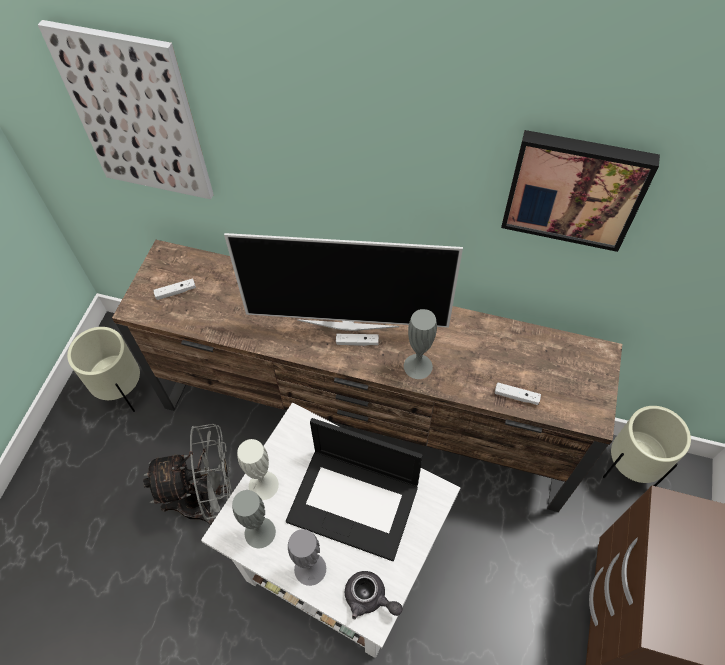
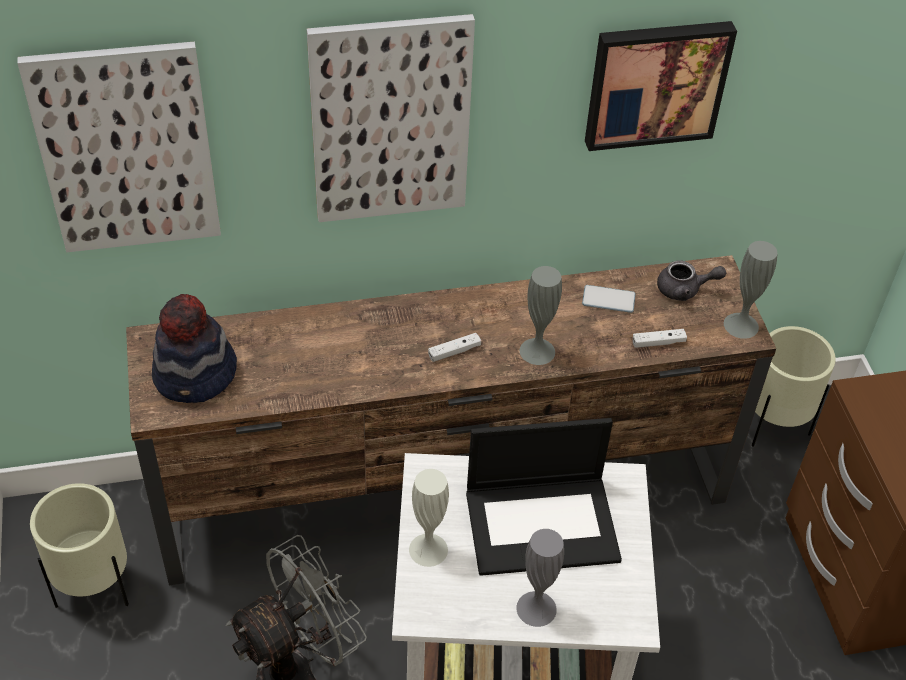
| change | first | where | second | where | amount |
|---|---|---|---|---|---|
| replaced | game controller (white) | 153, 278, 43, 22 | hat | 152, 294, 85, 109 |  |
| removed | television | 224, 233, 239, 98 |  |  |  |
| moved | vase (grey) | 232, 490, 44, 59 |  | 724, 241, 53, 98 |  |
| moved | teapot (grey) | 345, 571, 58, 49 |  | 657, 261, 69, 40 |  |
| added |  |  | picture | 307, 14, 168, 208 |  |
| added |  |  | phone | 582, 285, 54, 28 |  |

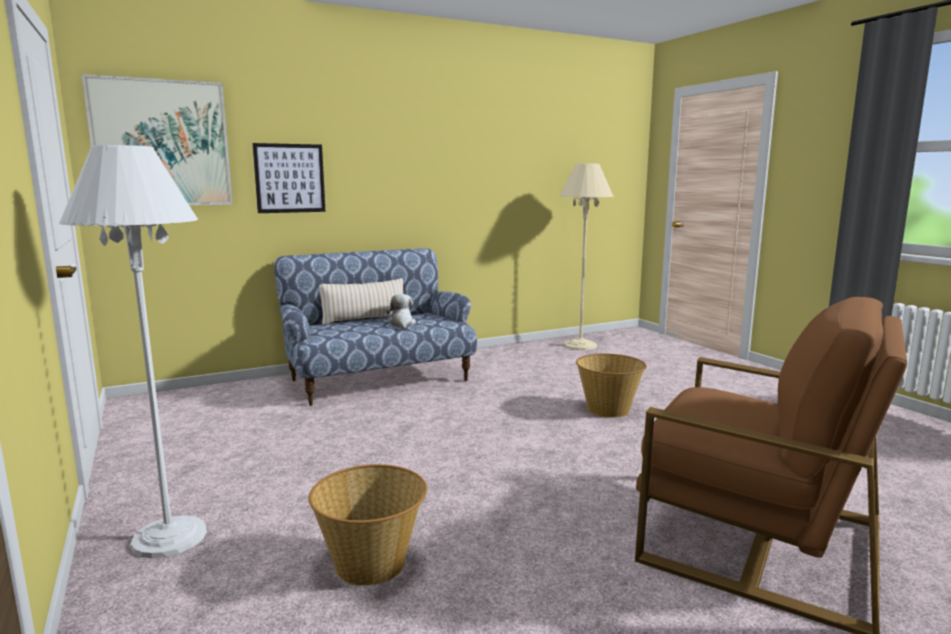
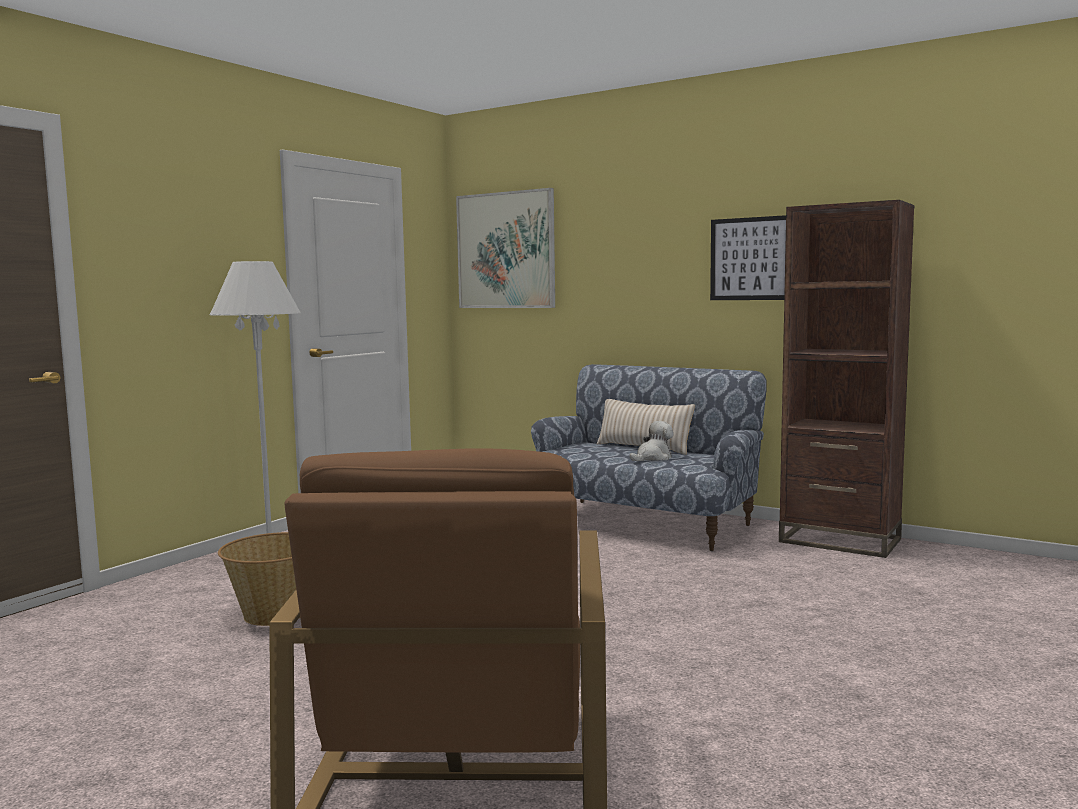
| change | first | where | second | where | amount |
|---|---|---|---|---|---|
| moved | picture | 253, 143, 72, 70 |  | 710, 215, 76, 85 |  |
| removed | floor lamp (beige) | 560, 164, 54, 186 |  |  |  |
| removed | basket | 576, 354, 71, 64 |  |  |  |
| added |  |  | bookcase (brown) | 779, 200, 136, 358 |  |

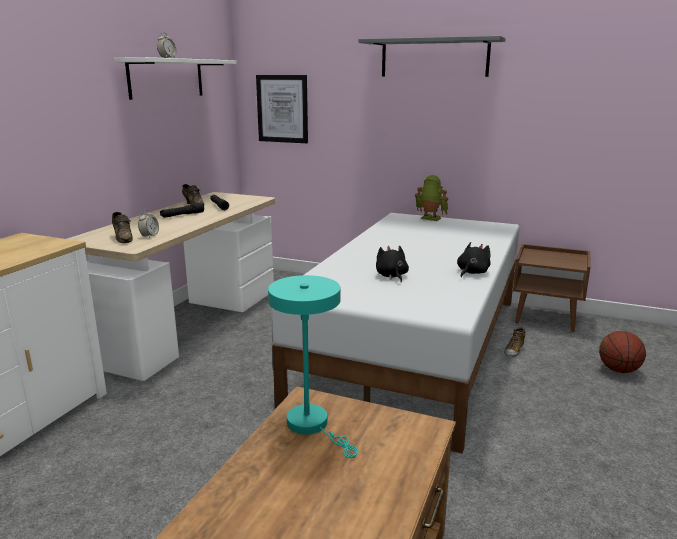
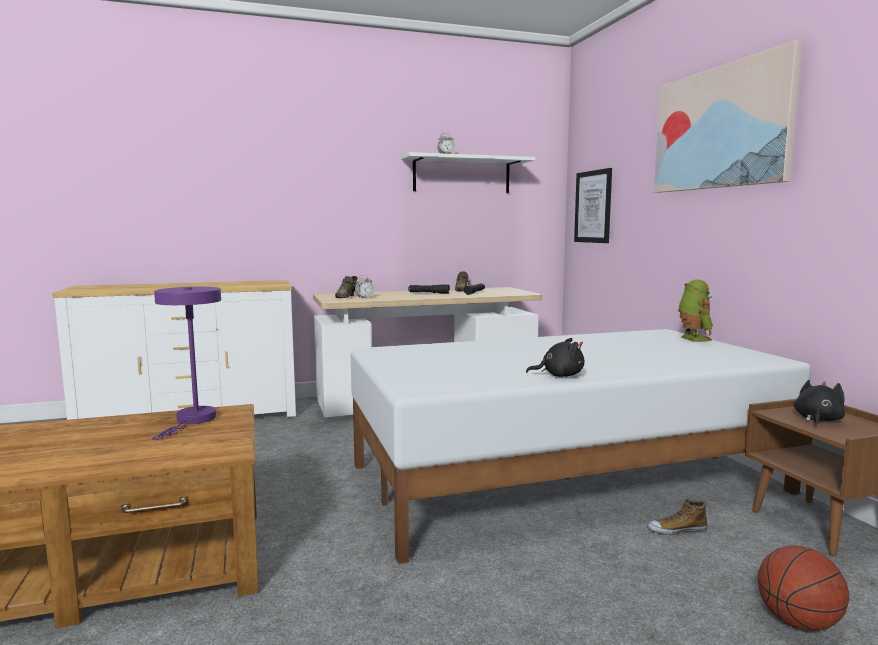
| change | first | where | second | where | amount |
|---|---|---|---|---|---|
| recoloured | table lamp (turquoise) | 268, 275, 90, 183 | table lamp (purple) | 152, 287, 69, 153 |  |
| replaced | shelf (grey) | 359, 36, 147, 41 | picture | 654, 40, 149, 153 |  |
| moved | plush toy (black) | 376, 246, 33, 36 |  | 794, 380, 51, 46 |  |

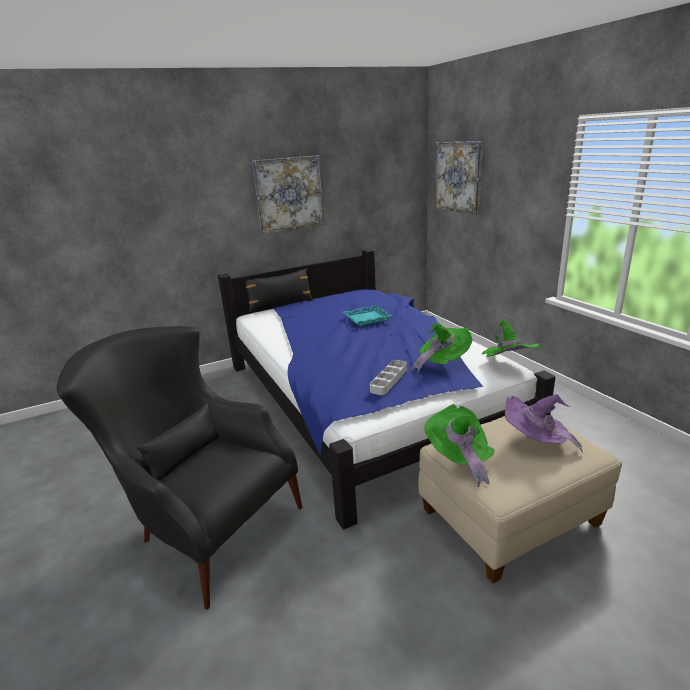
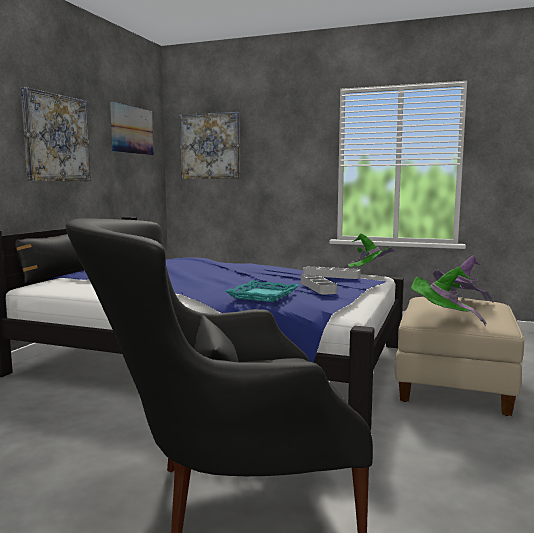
| change | first | where | second | where | amount |
|---|---|---|---|---|---|
| moved | tray (turquoise) | 343, 305, 49, 21 |  | 226, 280, 73, 22 |  |
| replaced | hat (green) | 412, 323, 60, 50 | tray (grey) | 303, 266, 58, 13 |  |
| added |  |  | picture | 110, 102, 43, 53 |  |

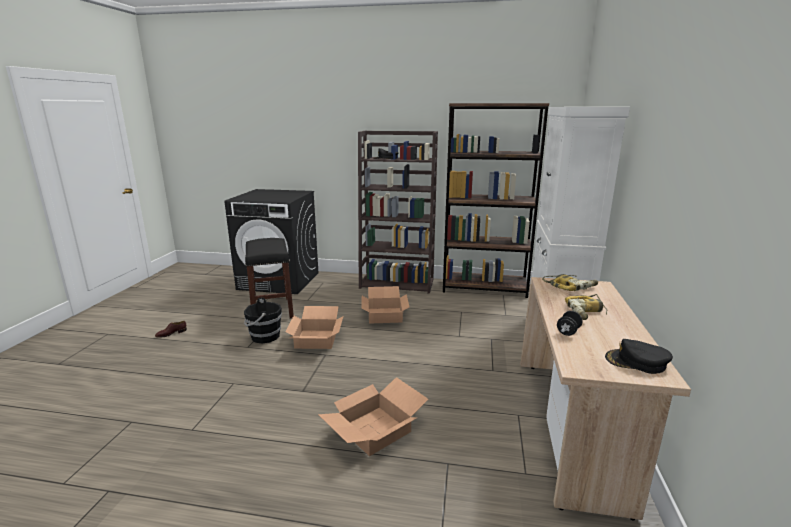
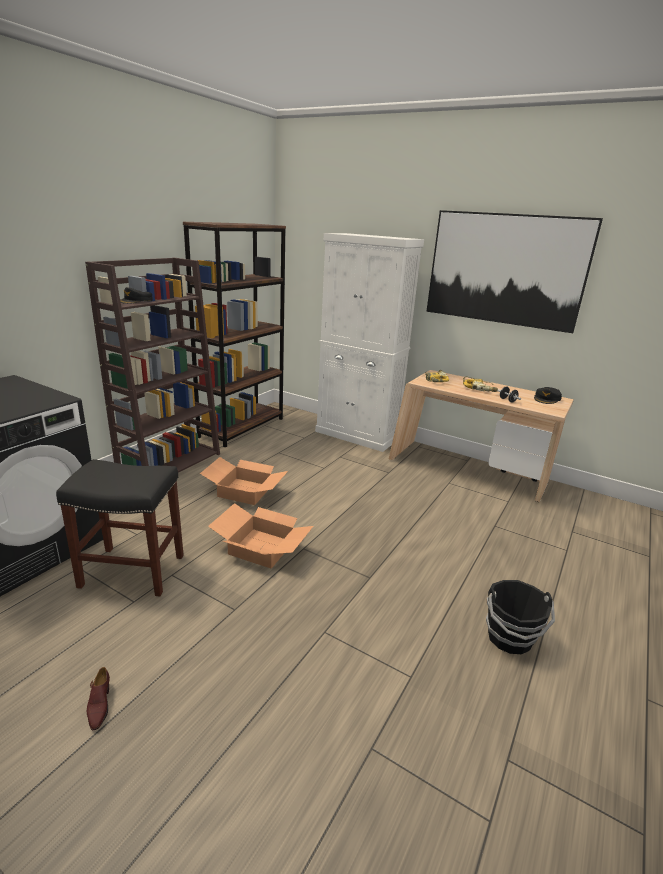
| change | first | where | second | where | amount |
|---|---|---|---|---|---|
| moved | bucket (black) | 244, 298, 38, 45 |  | 486, 580, 69, 74 |  |
| removed | cardboard box | 318, 377, 110, 79 |  |  |  |
| added |  |  | picture | 426, 210, 177, 123 |  |

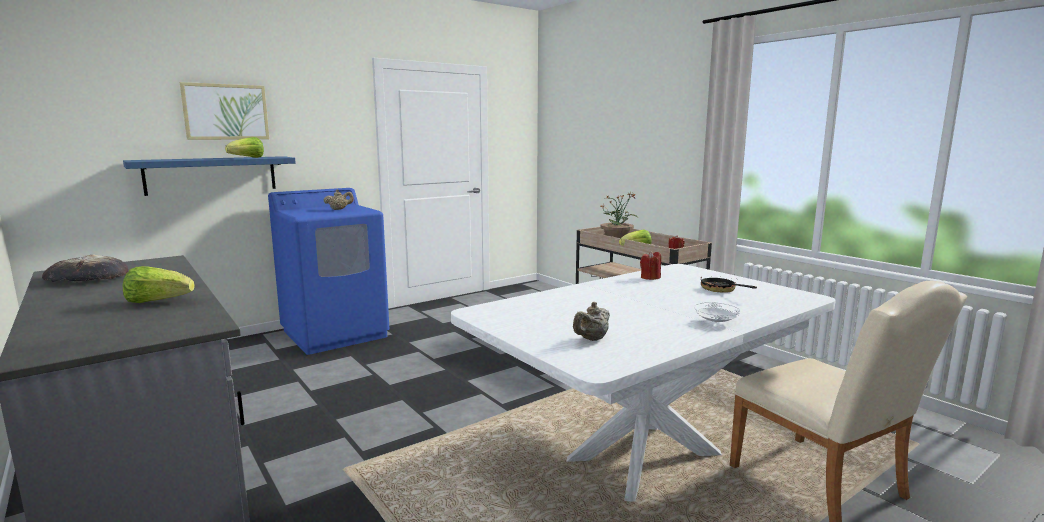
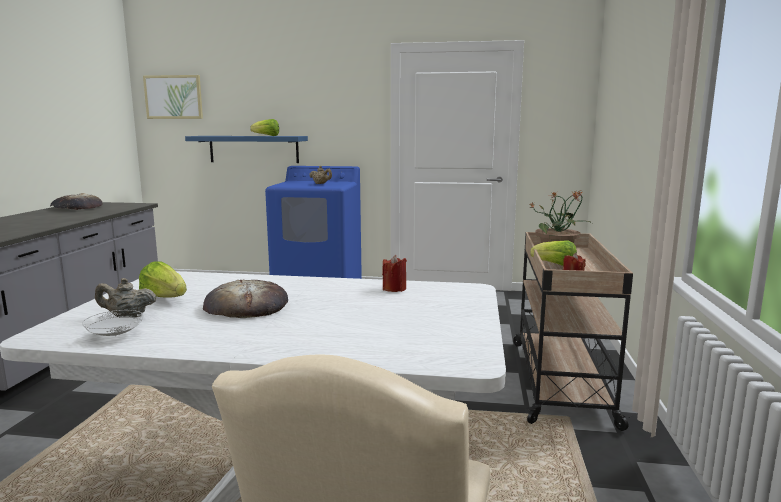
| change | first | where | second | where | amount |
|---|---|---|---|---|---|
| moved | lettuce | 122, 266, 73, 37 |  | 139, 261, 48, 37 |  |
| moved | picture | 180, 82, 89, 58 |  | 143, 75, 60, 44 |  |
| moved | plate (white) | 694, 302, 46, 21 |  | 82, 310, 61, 26 |  |
| removed | frying pan | 700, 277, 57, 15 |  |  |  |
| added |  |  | bread | 203, 280, 85, 38 |  |

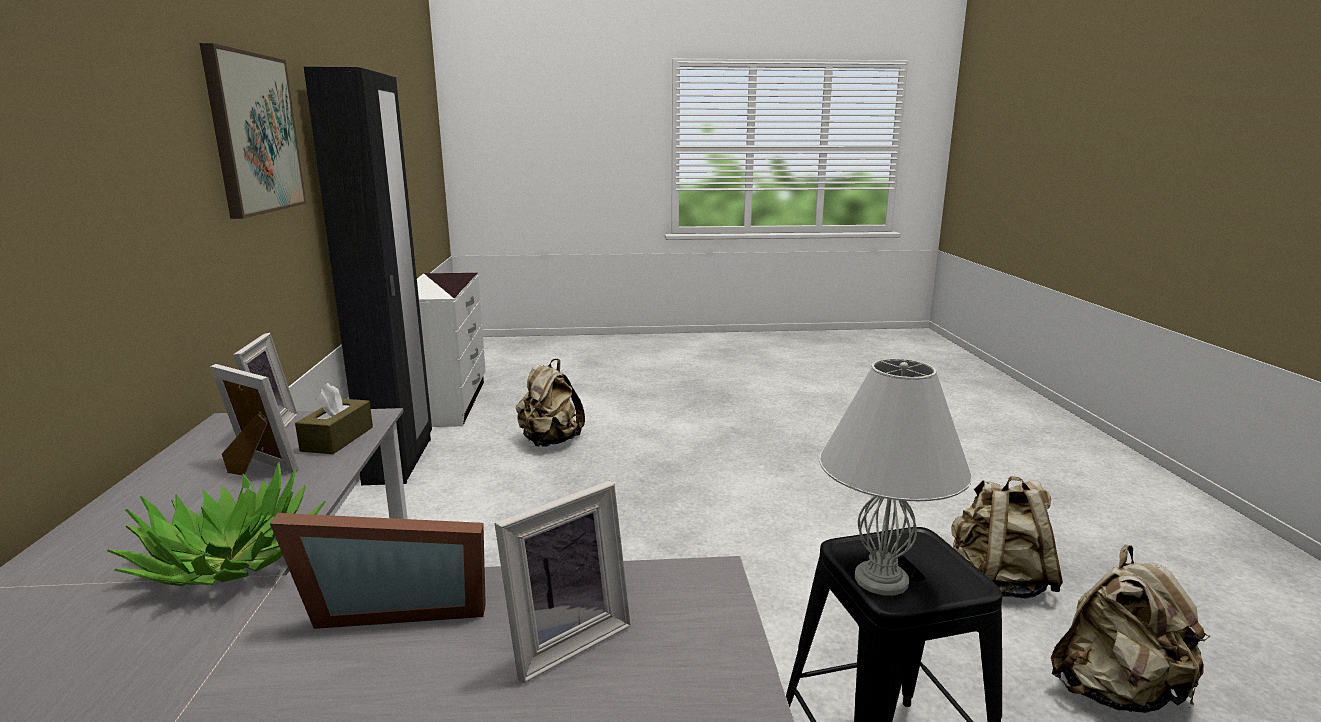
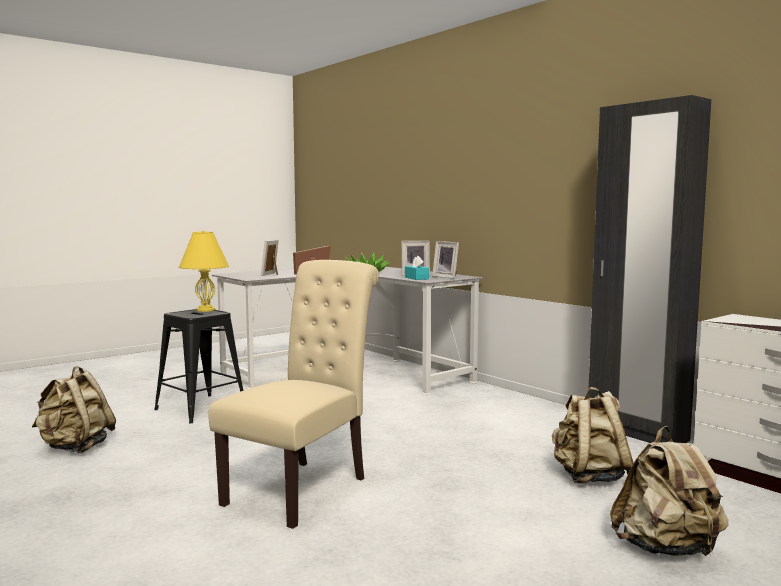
| change | first | where | second | where | amount |
|---|---|---|---|---|---|
| removed | picture | 199, 43, 107, 176 |  |  |  |
| recoloured | tissue box (brown) | 295, 383, 78, 71 | tissue box (turquoise) | 405, 256, 24, 24 |  |
| recoloured | table lamp (white) | 819, 358, 153, 238 | table lamp (yellow) | 179, 230, 50, 82 |  |
| moved | backpack (beige) | 952, 476, 111, 122 |  | 610, 426, 118, 130 |  |
| added |  |  | chair (beige) | 208, 260, 171, 269 |  |

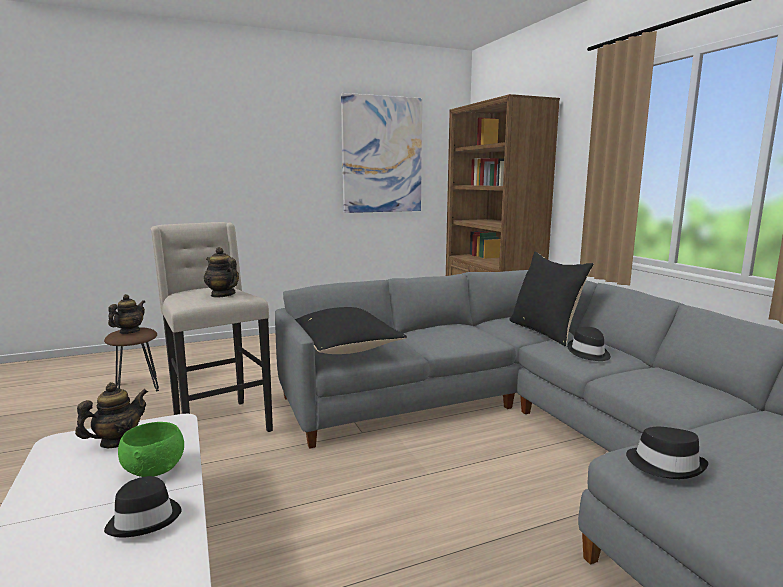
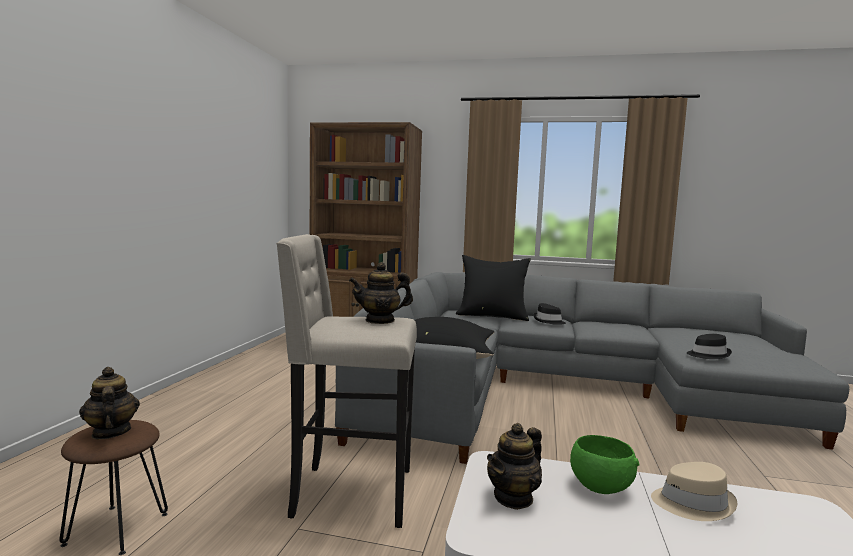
| change | first | where | second | where | amount |
|---|---|---|---|---|---|
| turned | teapot | 75, 382, 73, 66 |  | 487, 423, 55, 87 | 120 degrees counterclockwise |
| recoloured | hat (black) | 104, 476, 78, 61 | hat (beige) | 651, 462, 86, 59 |  |
| removed | picture | 341, 93, 81, 120 |  |  |  |

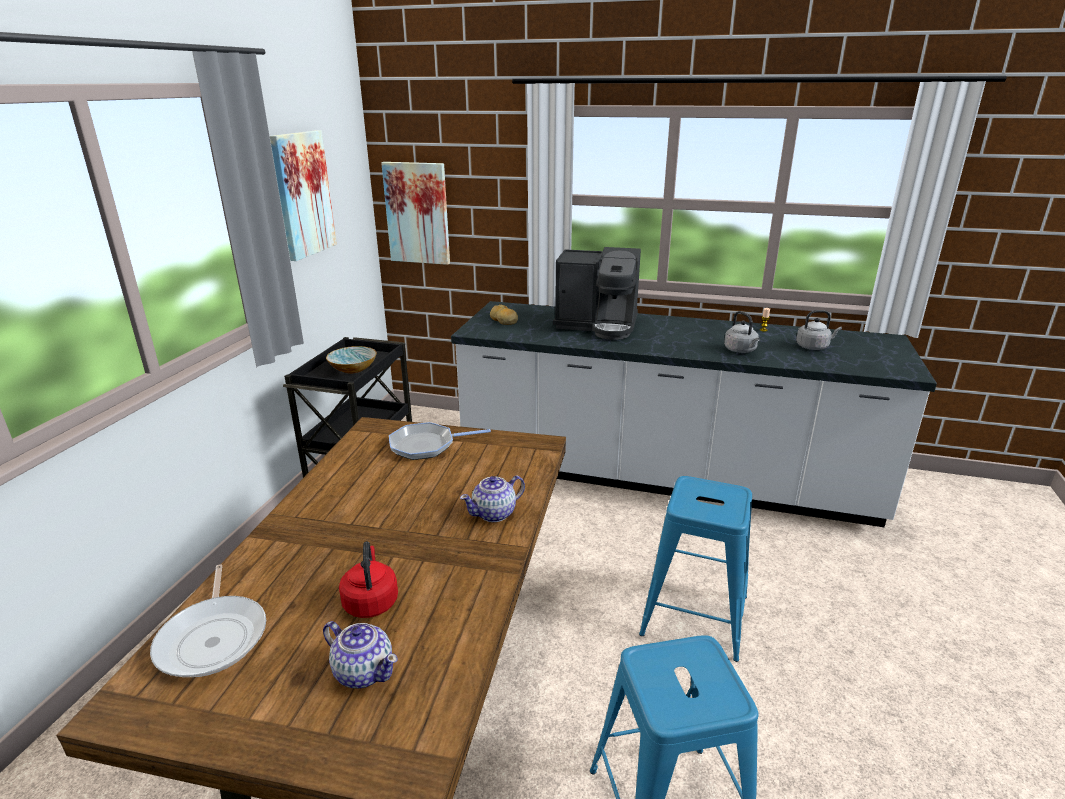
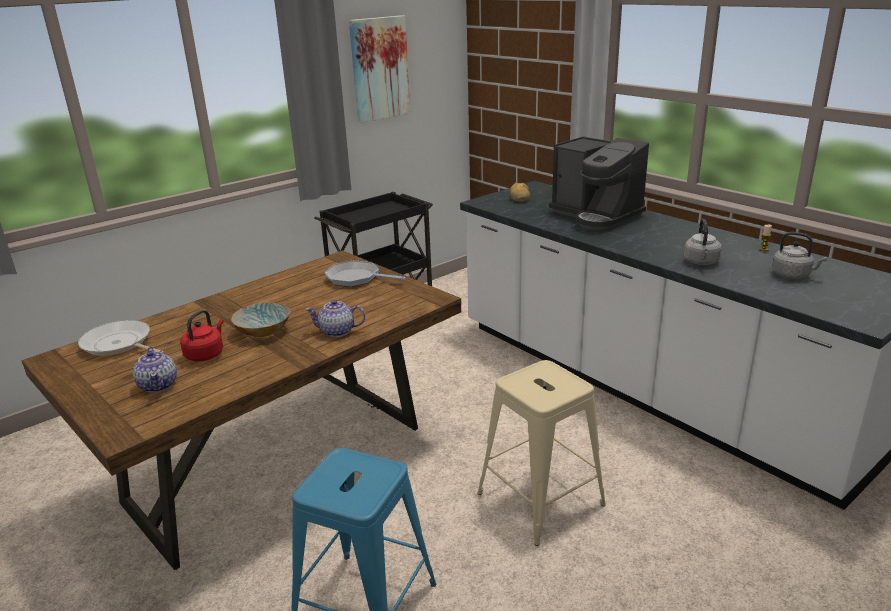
| change | first | where | second | where | amount |
|---|---|---|---|---|---|
| turned | frying pan | 150, 564, 116, 113 |  | 78, 320, 87, 36 | 105 degrees clockwise |
| moved | bowl | 326, 346, 51, 28 |  | 231, 303, 59, 34 |  |
| removed | picture | 381, 162, 69, 103 |  |  |  |
| recoloured | stool (blue) | 639, 476, 113, 186 | stool (beige) | 477, 360, 129, 186 |  |

